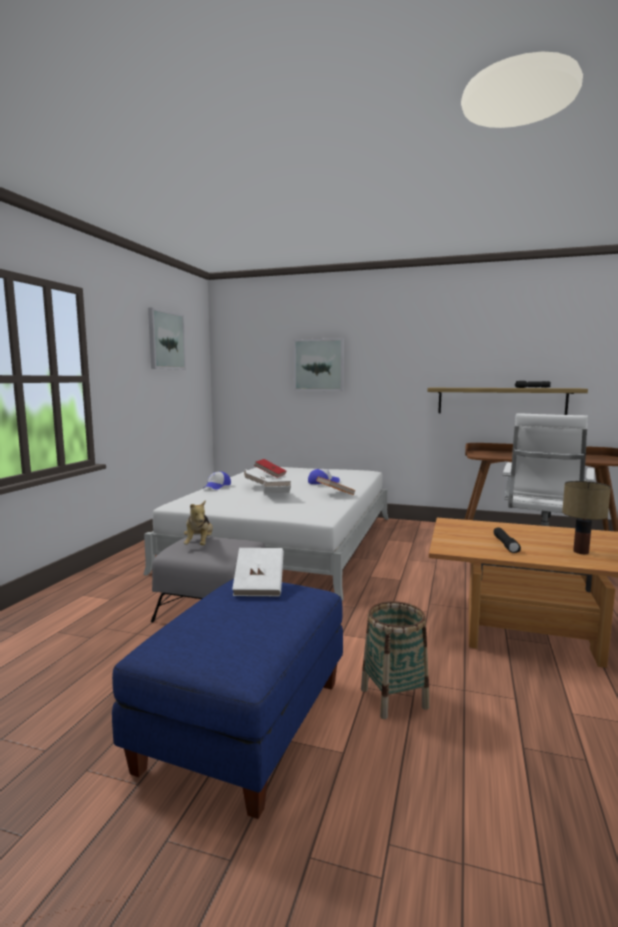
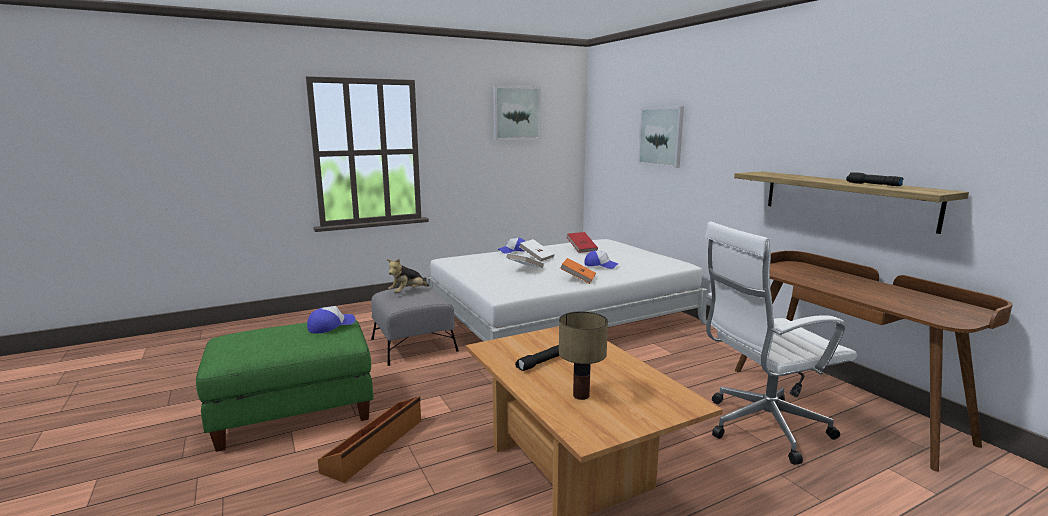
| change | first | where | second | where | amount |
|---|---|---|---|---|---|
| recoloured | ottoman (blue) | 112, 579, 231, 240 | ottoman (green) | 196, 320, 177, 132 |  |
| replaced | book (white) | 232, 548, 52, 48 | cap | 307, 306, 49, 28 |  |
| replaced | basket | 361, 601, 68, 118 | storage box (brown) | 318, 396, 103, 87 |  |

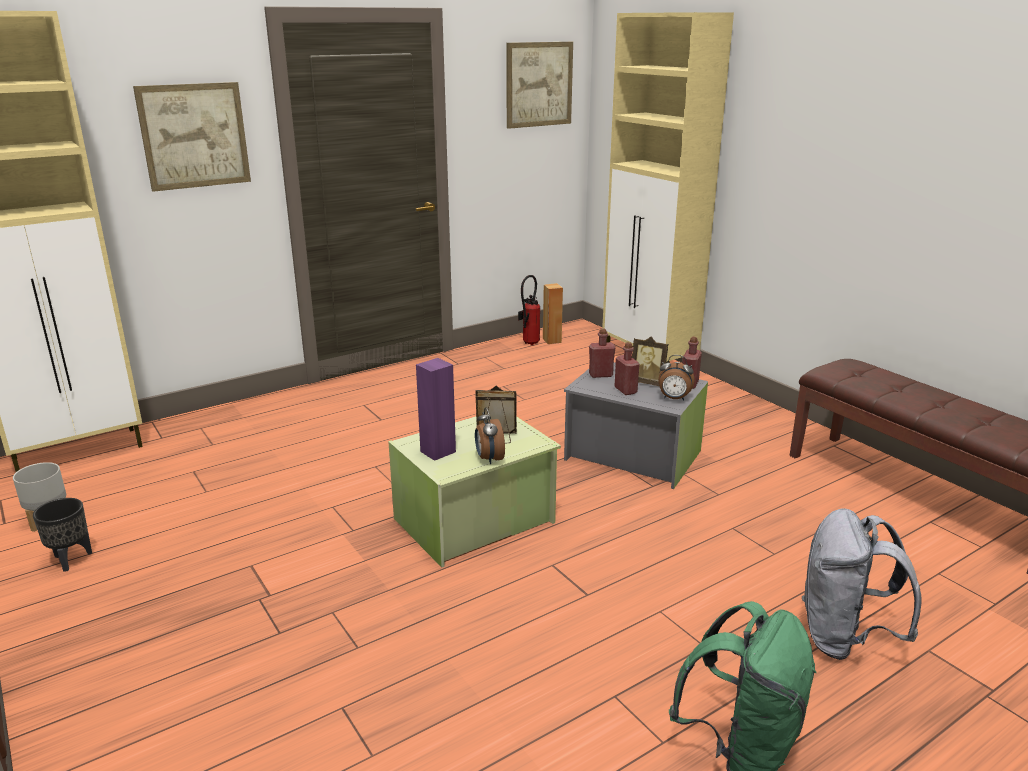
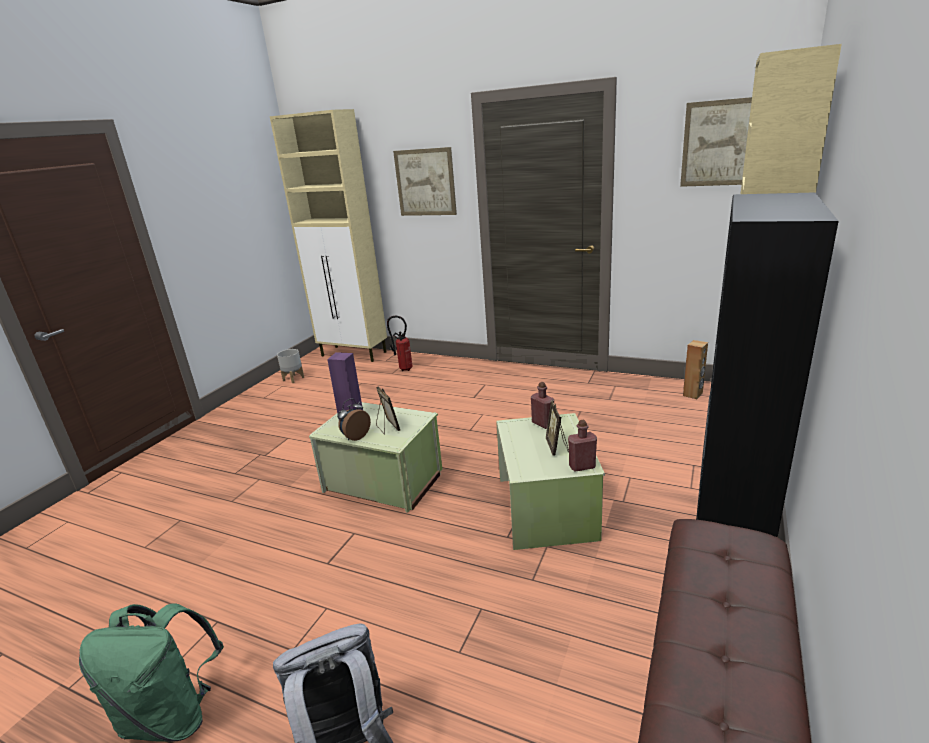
| change | first | where | second | where | amount |
|---|---|---|---|---|---|
| removed | planter (black) | 33, 498, 59, 74 |  |  |  |
| moved | fire extinguisher | 518, 275, 22, 71 |  | 387, 316, 26, 55 |  |
| recoloured | storage box (grey) | 564, 362, 144, 127 | storage box (green) | 496, 413, 109, 137 |  |
| removed | bottle (red) | 614, 342, 26, 53 |  |  |  |
| removed | alarm clock | 658, 355, 37, 46 |  |  |  |
| added |  |  | bookcase (black) | 696, 192, 143, 346 |  |

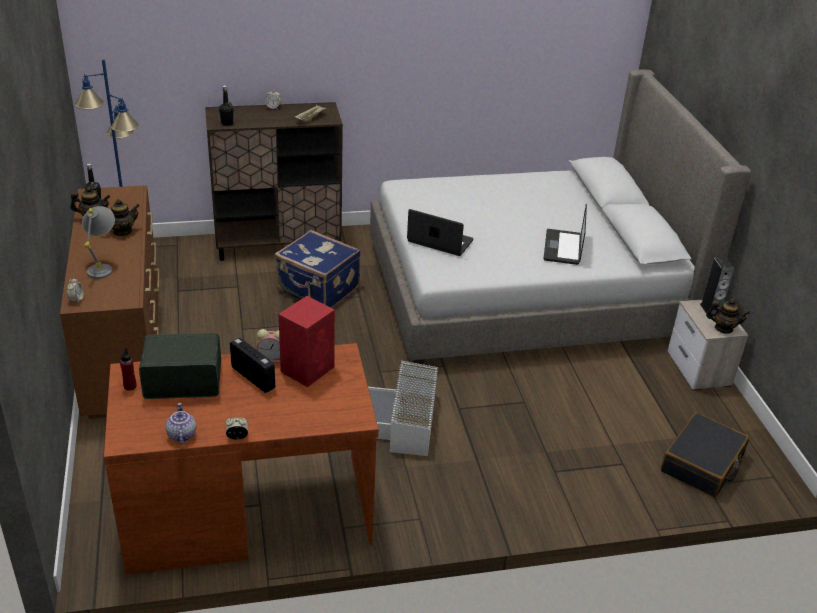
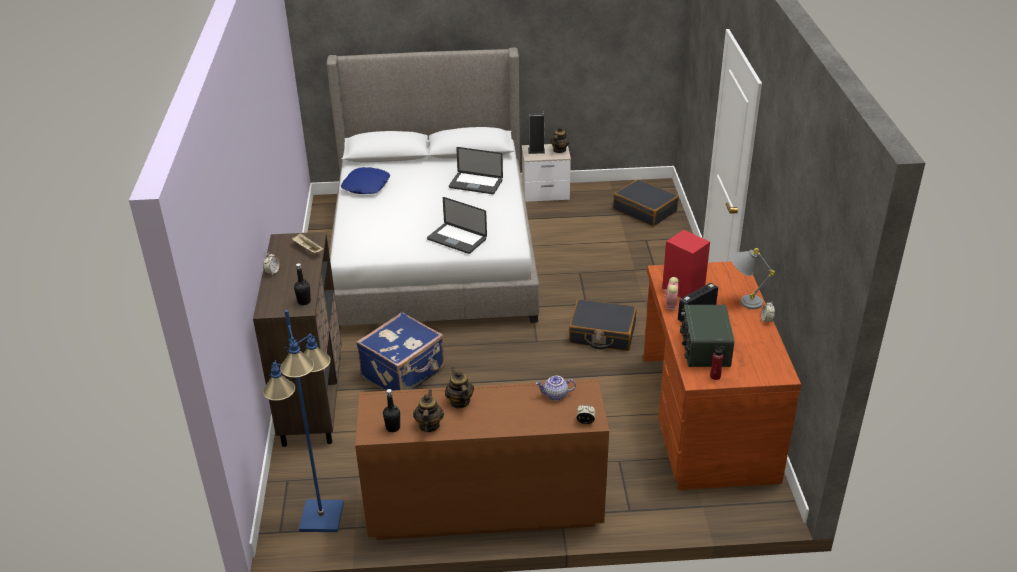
| change | first | where | second | where | amount |
|---|---|---|---|---|---|
| moved | table lamp (grey) | 82, 206, 33, 73 |  | 730, 248, 45, 61 |  |
| moved | teapot | 166, 403, 30, 42 |  | 536, 376, 40, 25 |  |
| replaced | storage box (white) | 368, 361, 70, 95 | suitcase (black) | 569, 299, 68, 52 |  |
| turned | laptop | 407, 209, 66, 47 |  | 427, 197, 60, 57 | 90 degrees counterclockwise |
| added |  |  | pillow (blue) | 341, 167, 49, 27 |  |

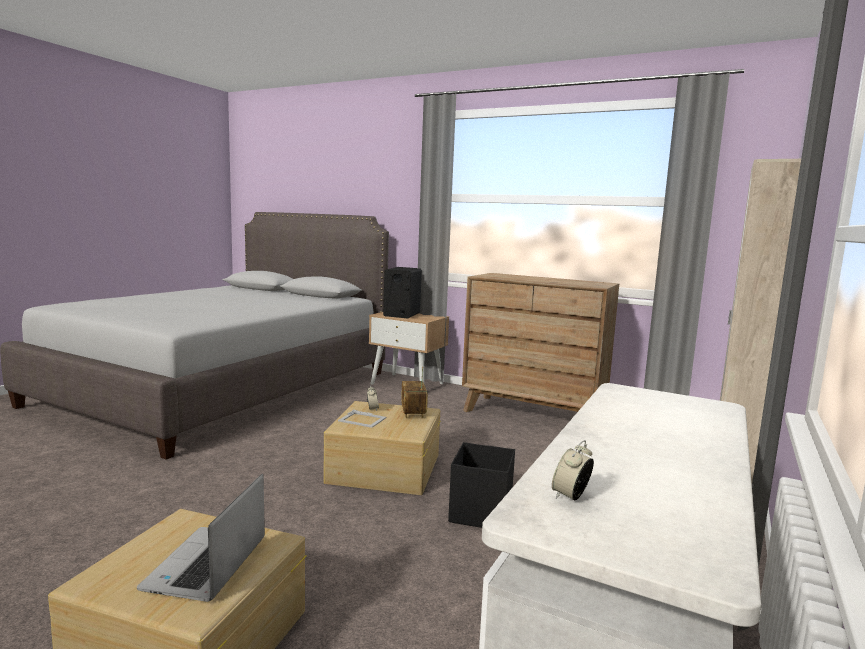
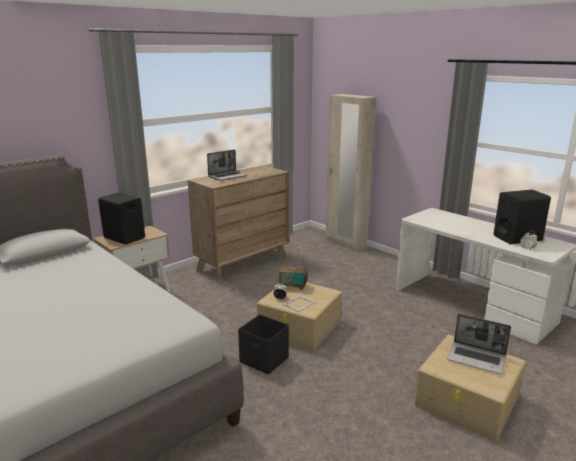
| change | first | where | second | where | amount |
|---|---|---|---|---|---|
| moved | storage box (black) | 448, 442, 67, 86 |  | 238, 314, 51, 61 |  |
| added |  |  | laptop | 207, 150, 41, 31 |  |
| added |  |  | speaker (black) | 494, 190, 57, 55 |  |

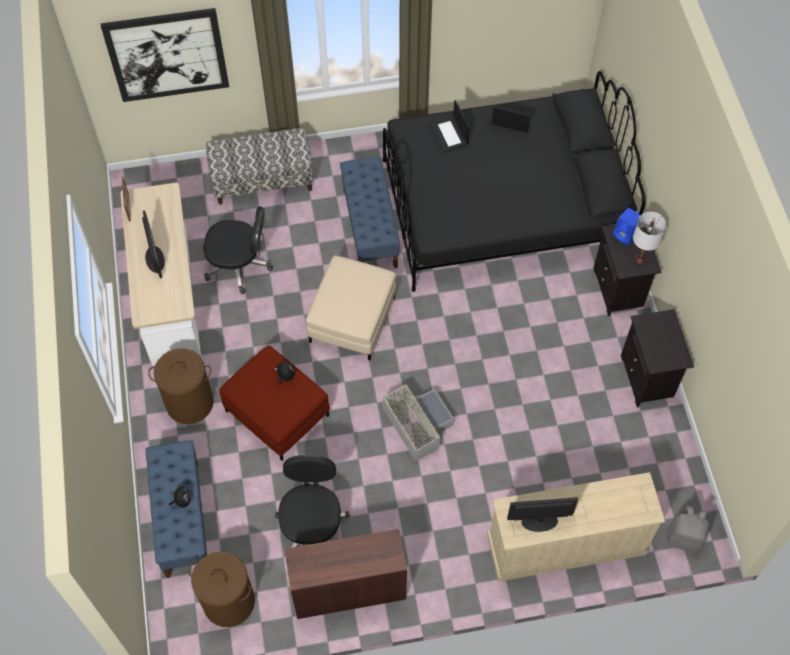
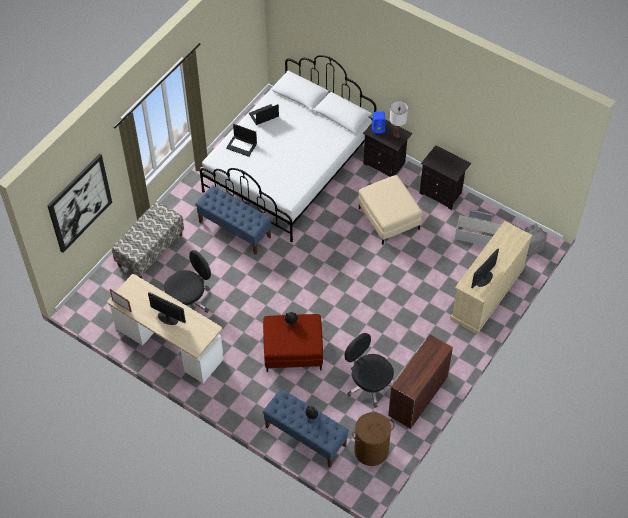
| change | first | where | second | where | amount |
|---|---|---|---|---|---|
| removed | laundry basket (brown) | 148, 348, 66, 76 |  |  |  |
| moved | ottoman (beige) | 306, 256, 90, 104 |  | 358, 175, 64, 70 |  |
| moved | storage box (grey) | 382, 384, 72, 77 |  | 455, 209, 46, 37 |  |
| recoloured | bed (black) | 383, 71, 263, 221 | bed (white) | 200, 55, 177, 187 |  |

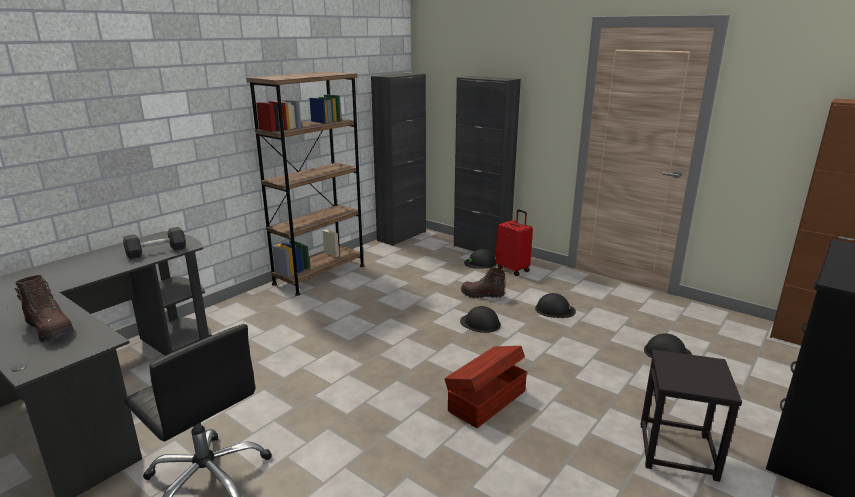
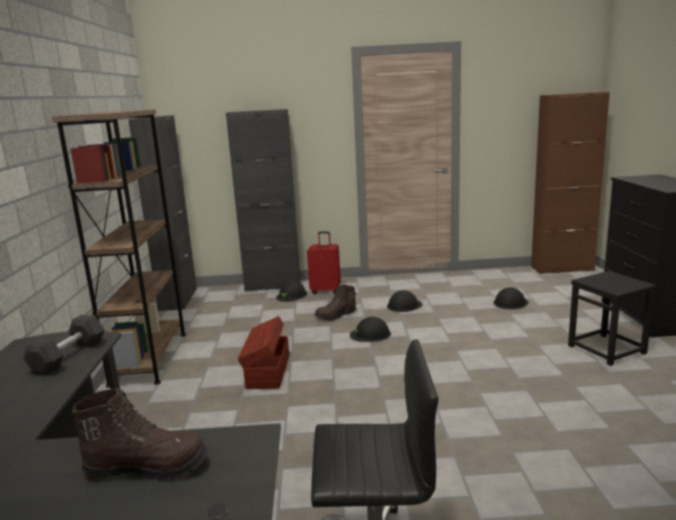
| change | first | where | second | where | amount |
|---|---|---|---|---|---|
| moved | storage box (brown) | 444, 346, 83, 82 |  | 238, 316, 51, 73 |  |

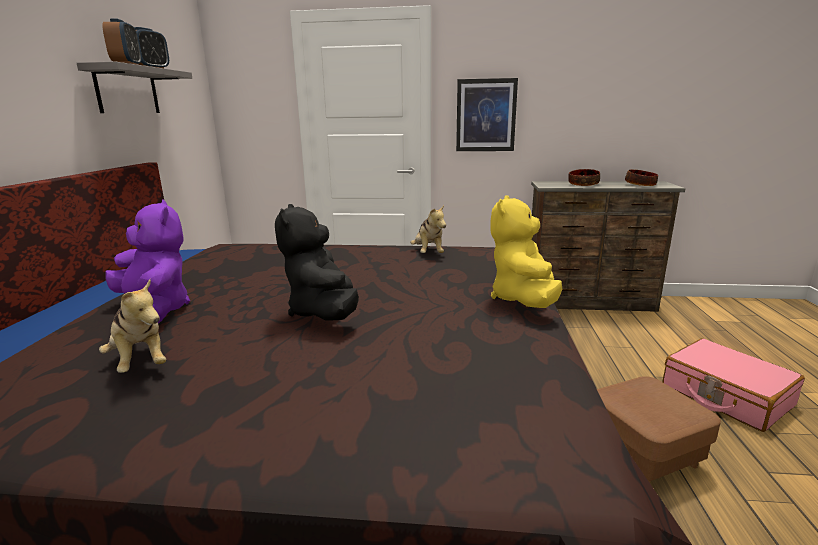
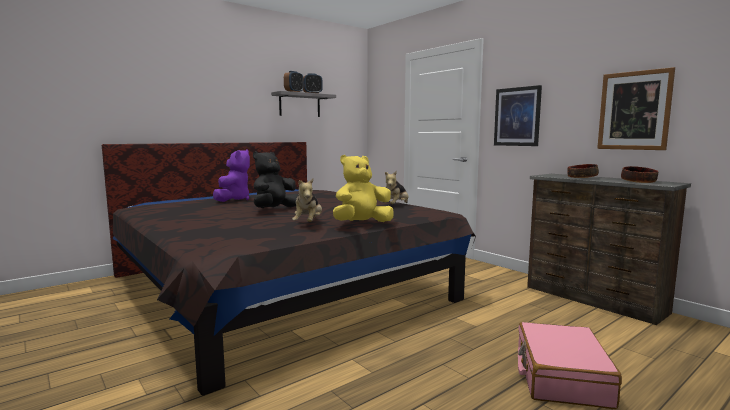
| change | first | where | second | where | amount |
|---|---|---|---|---|---|
| moved | plush toy | 99, 279, 67, 94 |  | 292, 179, 30, 43 |  |
| removed | ottoman (brown) | 597, 376, 124, 107 |  |  |  |
| added |  |  | picture | 597, 67, 78, 83 |  |

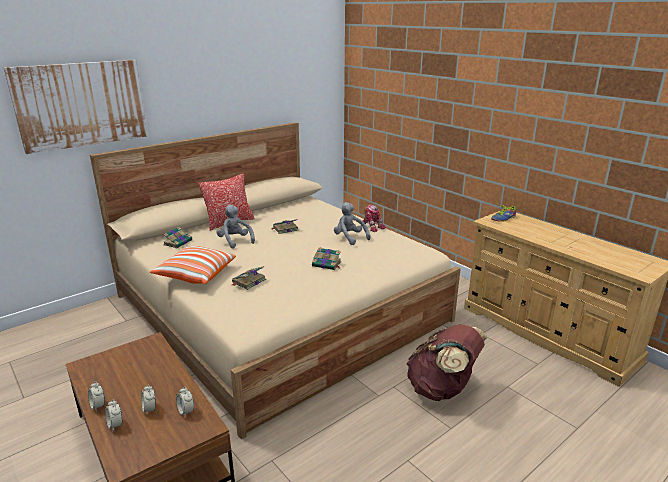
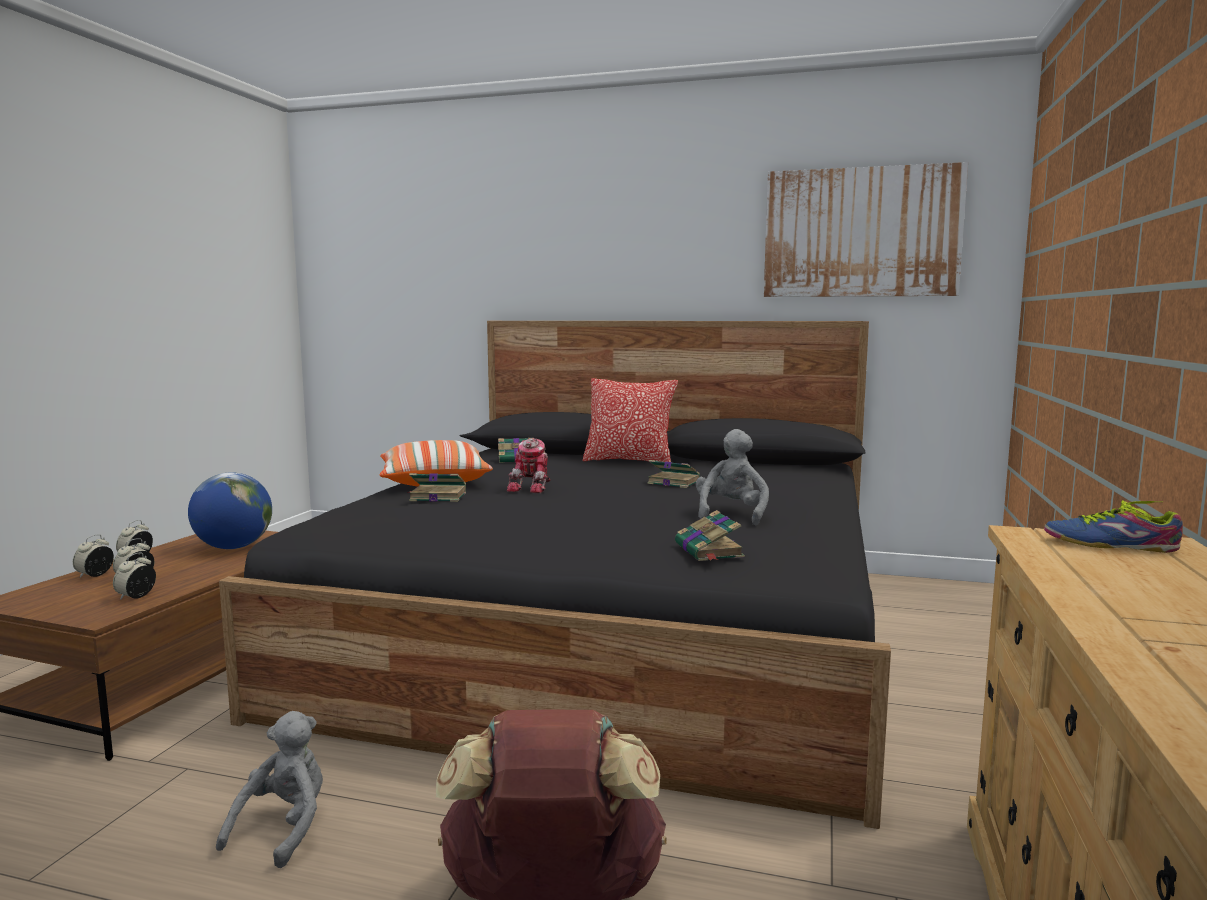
| change | first | where | second | where | amount |
|---|---|---|---|---|---|
| moved | picture | 3, 60, 145, 94 |  | 764, 162, 204, 135 |  |
| recoloured | bed (beige) | 90, 122, 371, 317 | bed (black) | 219, 321, 672, 508 |  |
| moved | plush toy (grey) | 216, 205, 39, 44 |  | 216, 711, 107, 157 |  |
| moved | book | 312, 247, 29, 23 |  | 675, 510, 70, 51 |  |
| moved | toy robot | 362, 205, 24, 27 |  | 507, 438, 44, 55 |  |
| added |  |  | globe | 188, 472, 84, 77 |  |

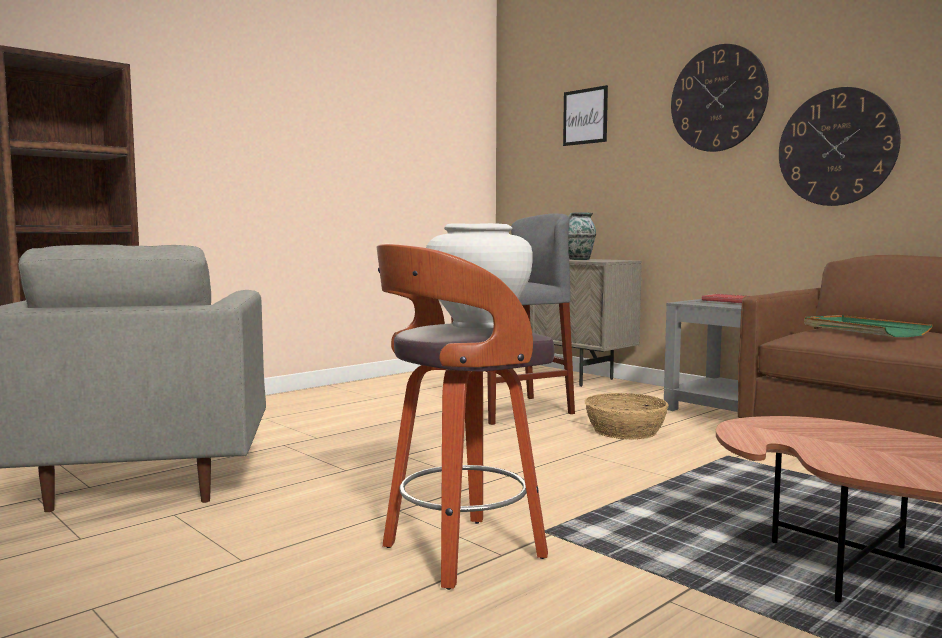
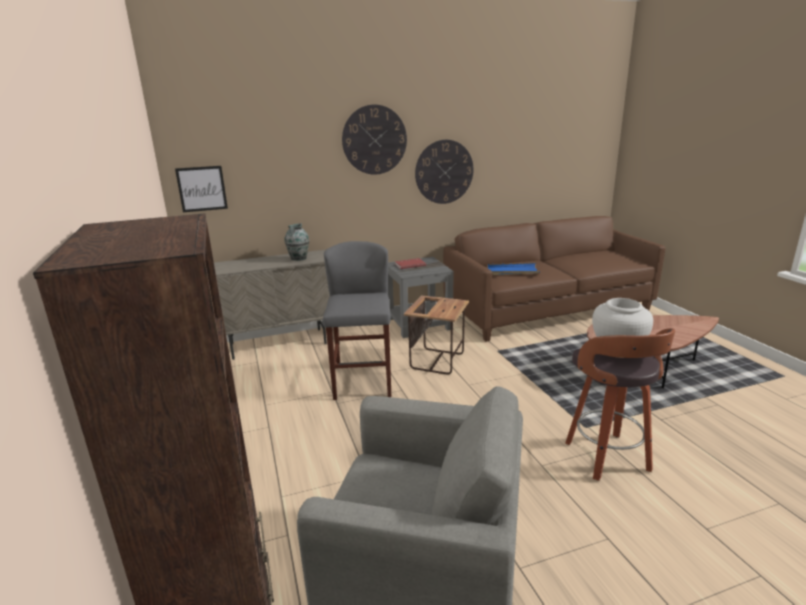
| change | first | where | second | where | amount |
|---|---|---|---|---|---|
| moved | picture | 563, 85, 45, 61 |  | 175, 166, 53, 46 |  |
| replaced | basket | 584, 393, 85, 47 | side table | 404, 295, 65, 80 |  |
| recoloured | tray (green) | 804, 315, 129, 22 | tray (blue) | 487, 263, 53, 12 |  |

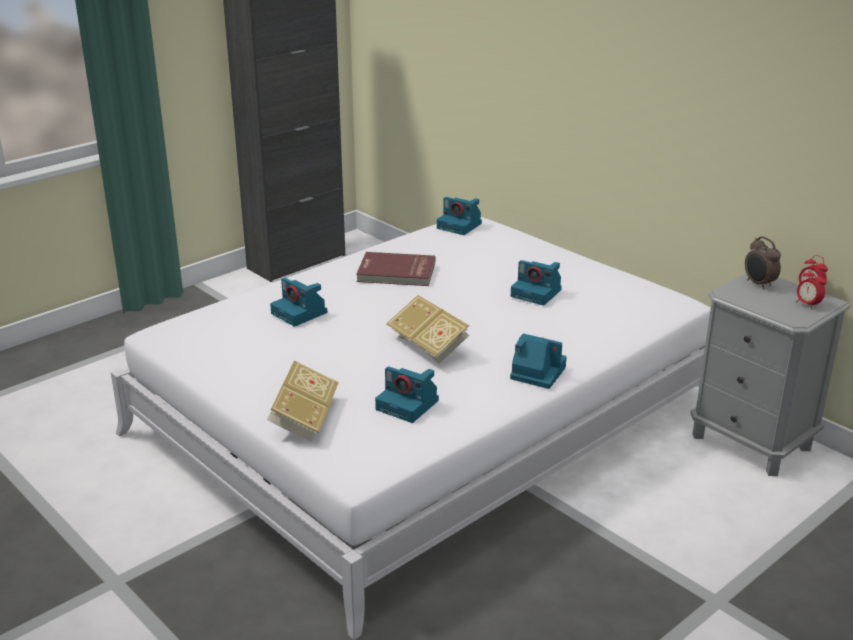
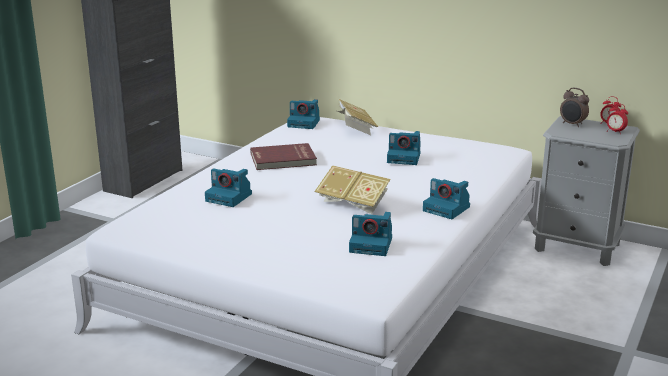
| change | first | where | second | where | amount |
|---|---|---|---|---|---|
| moved | book | 267, 360, 72, 82 |  | 337, 99, 41, 36 |  |
| turned | photo camera | 510, 334, 57, 55 |  | 423, 178, 47, 41 | 150 degrees counterclockwise |

